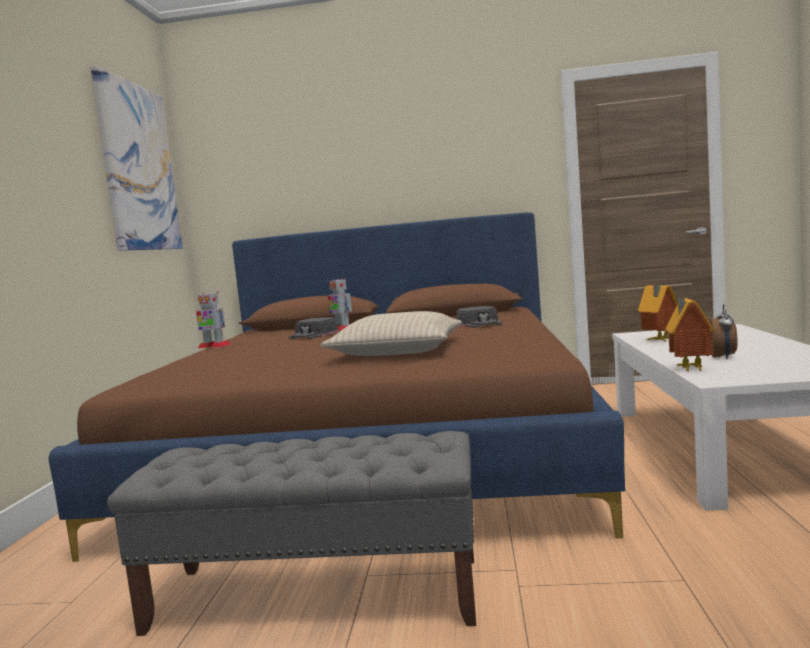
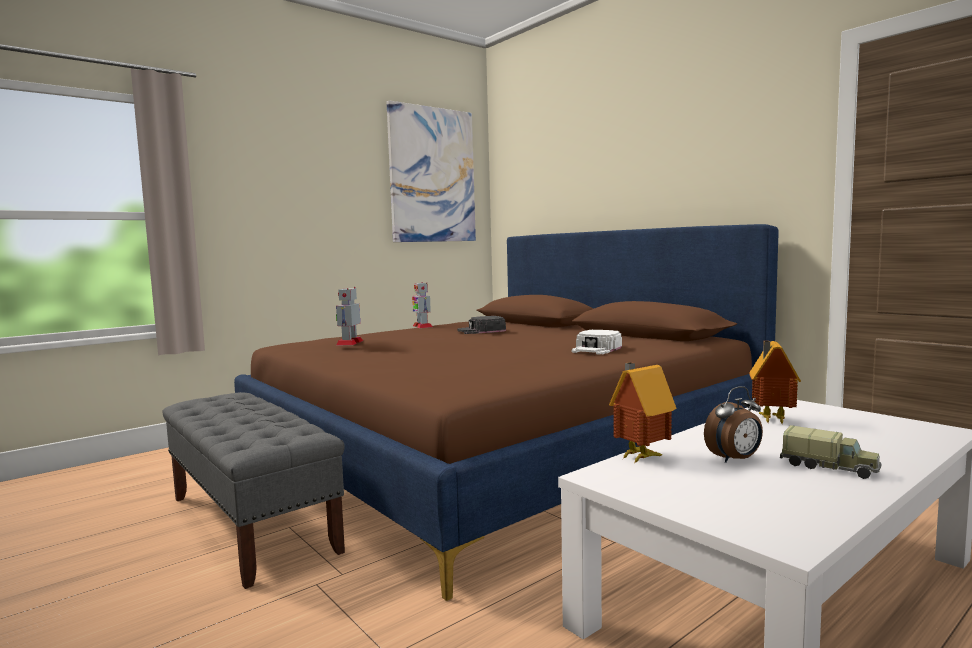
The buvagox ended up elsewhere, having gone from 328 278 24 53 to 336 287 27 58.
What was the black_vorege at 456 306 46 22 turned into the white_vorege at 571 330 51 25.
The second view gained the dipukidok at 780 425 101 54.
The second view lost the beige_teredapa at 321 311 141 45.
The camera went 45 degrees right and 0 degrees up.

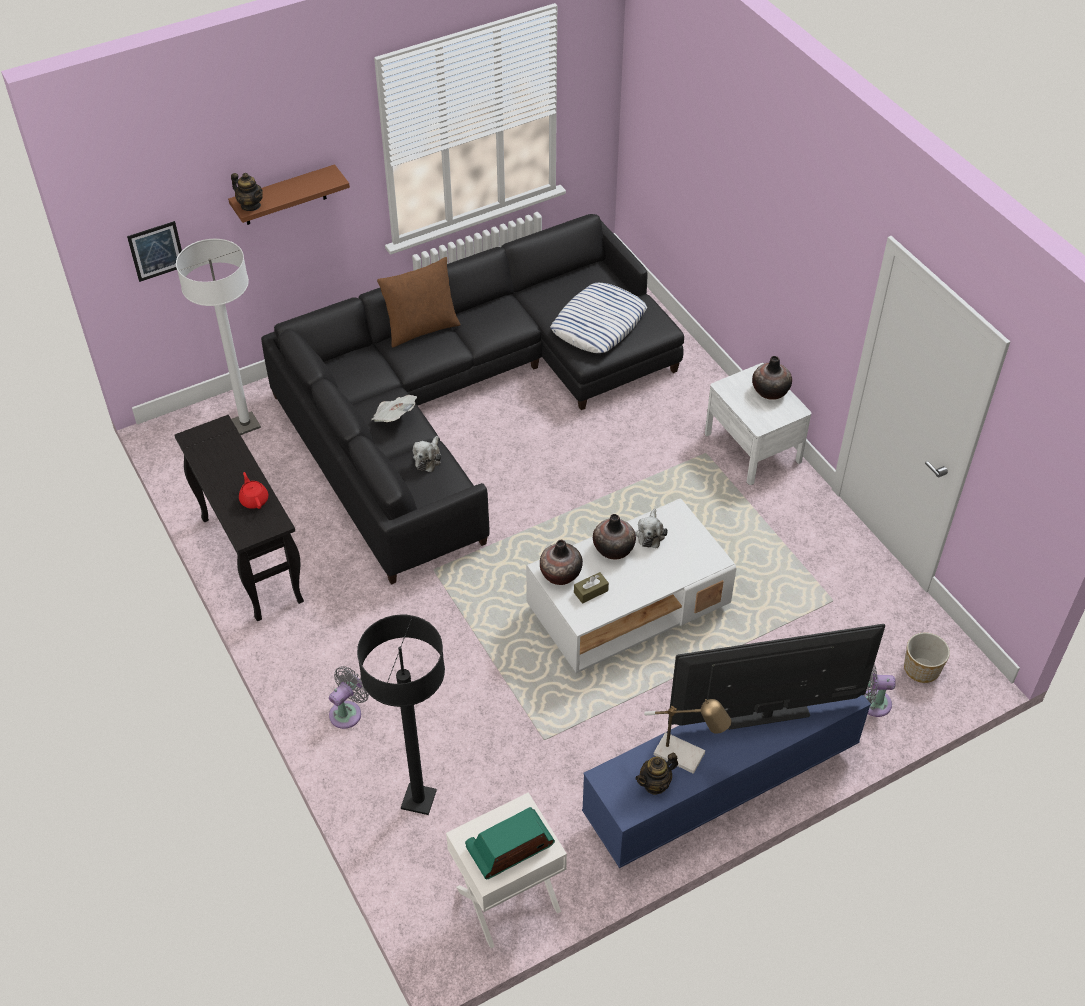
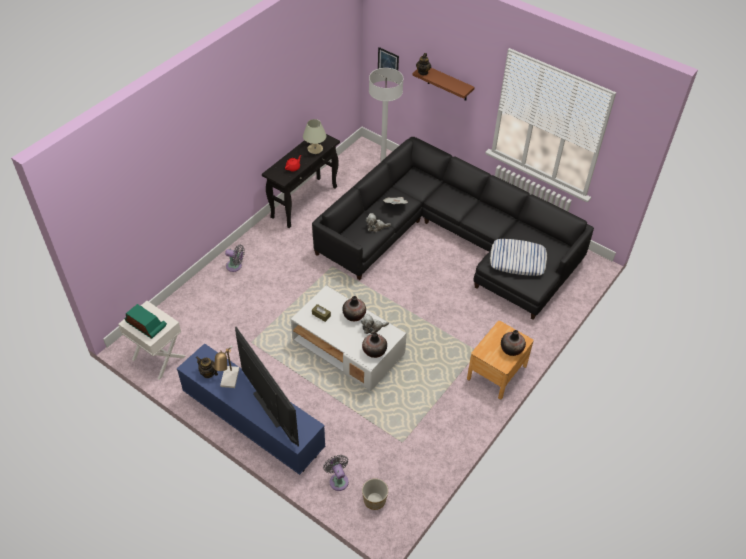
The second view gained the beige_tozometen at 303 119 24 35.
The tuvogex ended up elsewhere, having gone from 540 540 43 45 to 362 332 25 26.
What was the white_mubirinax at 705 363 106 122 turned into the brown_mubirinax at 467 321 67 78.
The second view lost the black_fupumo at 357 615 88 200.
The second view lost the brown_teredapa at 377 257 84 91.
The camera went 65 degrees right and 0 degrees up.

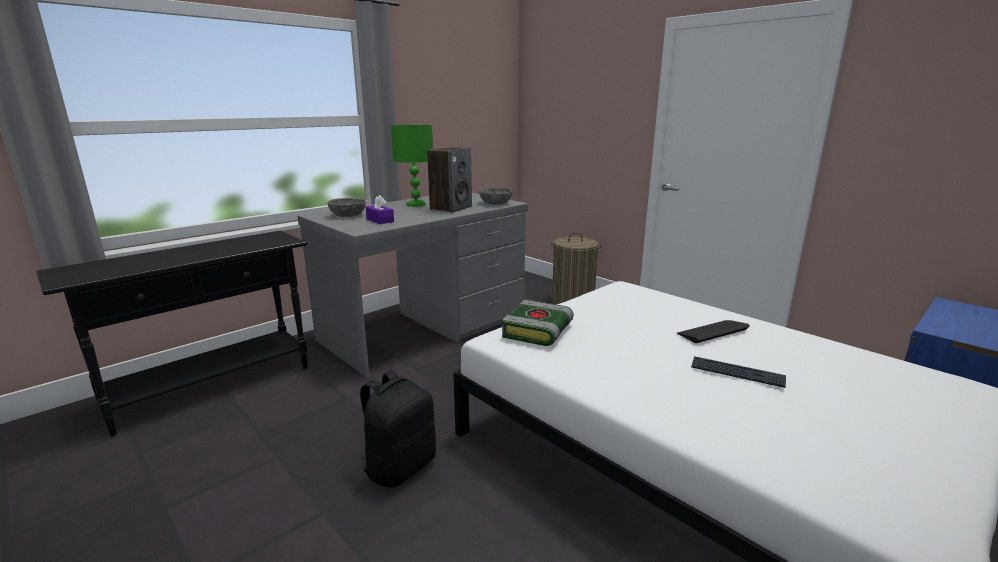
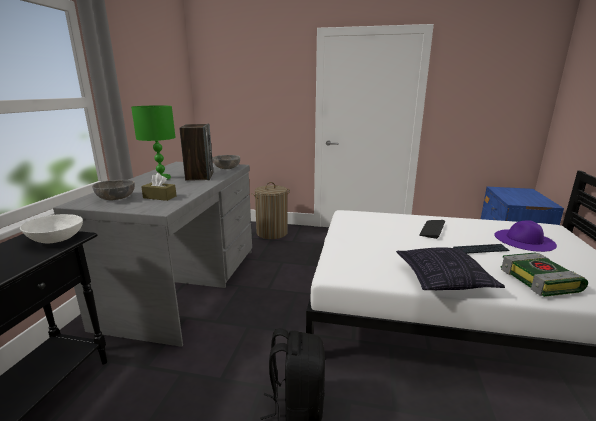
The second view gained the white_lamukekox at 20 214 63 29.
What was the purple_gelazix at 366 195 28 29 turned into the brown_gelazix at 141 173 36 28.
The second view gained the teredapa at 396 247 109 43.
The second view gained the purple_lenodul at 494 220 63 32.
The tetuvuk ended up elsewhere, having gone from 502 300 72 46 to 500 253 88 44.
The camera went 35 degrees left and 0 degrees up.

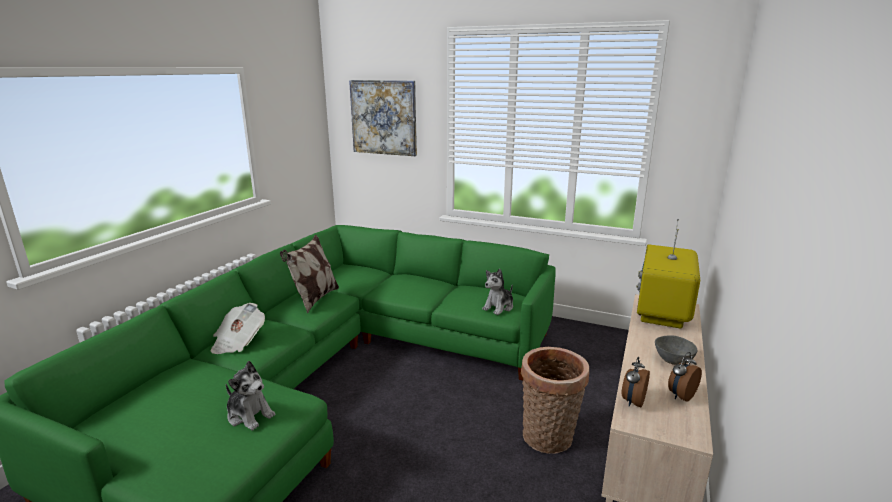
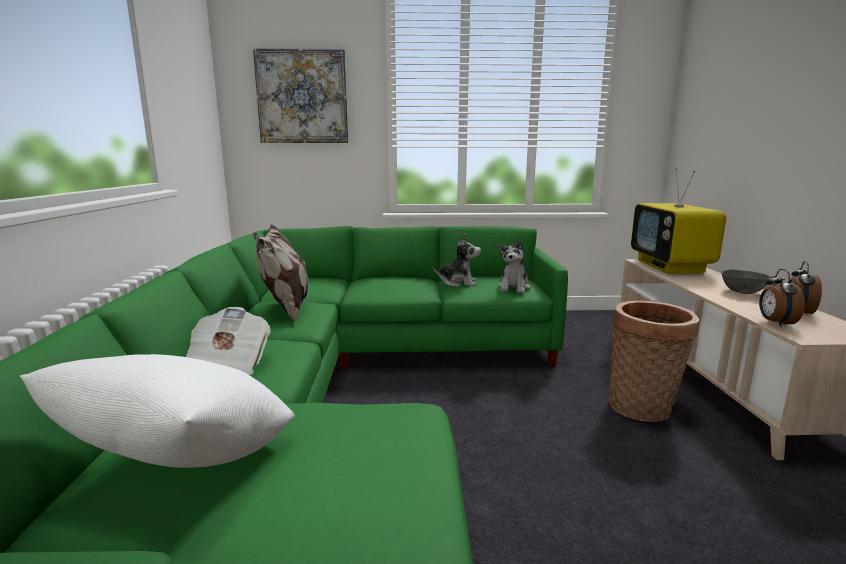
The second view gained the white_teredapa at 20 354 275 114.
The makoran ended up elsewhere, having gone from 226 361 50 69 to 433 234 48 53.
The camera went 25 degrees left and 5 degrees down.

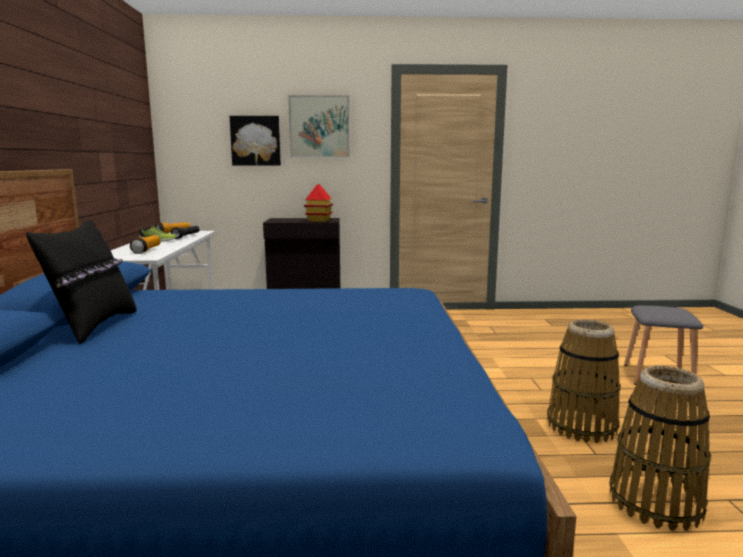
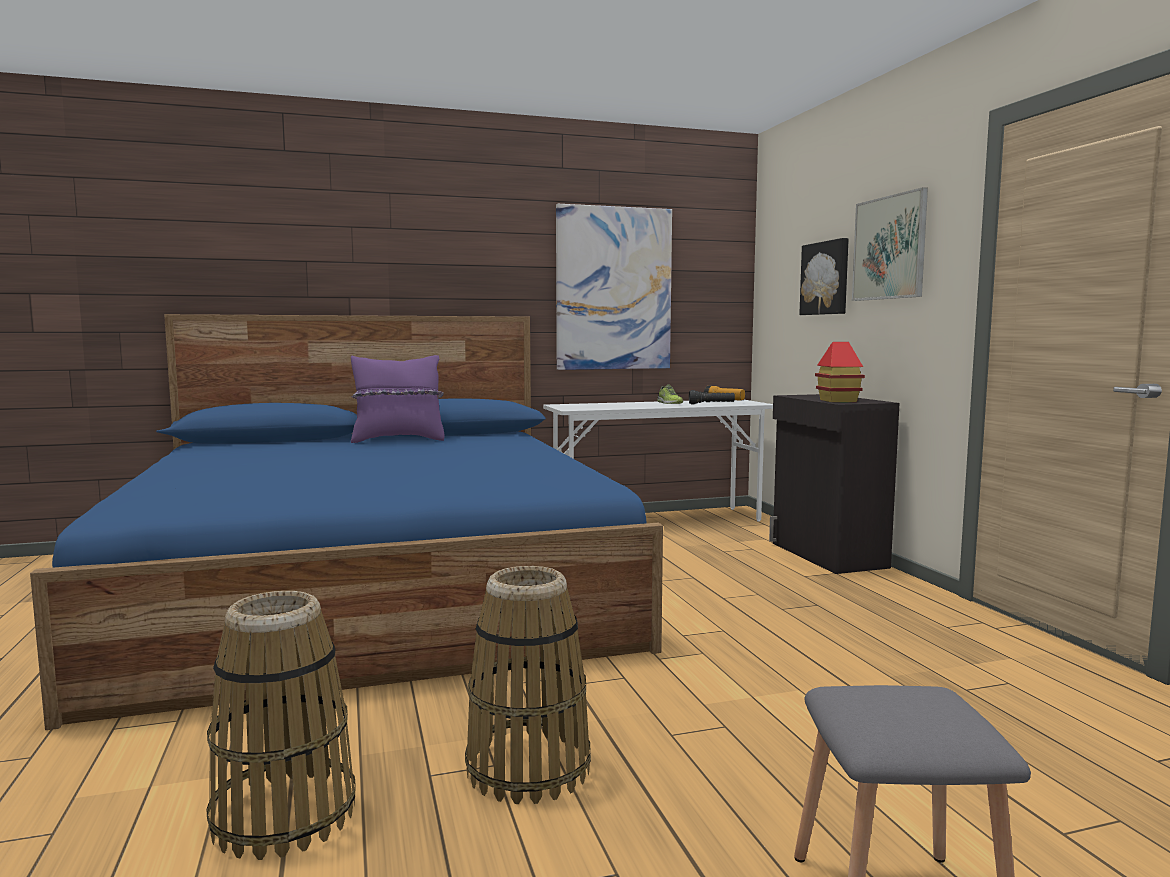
What was the black_teredapa at 26 220 111 125 turned into the purple_teredapa at 351 355 94 88.
The second view gained the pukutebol at 556 204 116 166.
The second view lost the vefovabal at 130 235 30 19.
The camera went 75 degrees right and 5 degrees down.

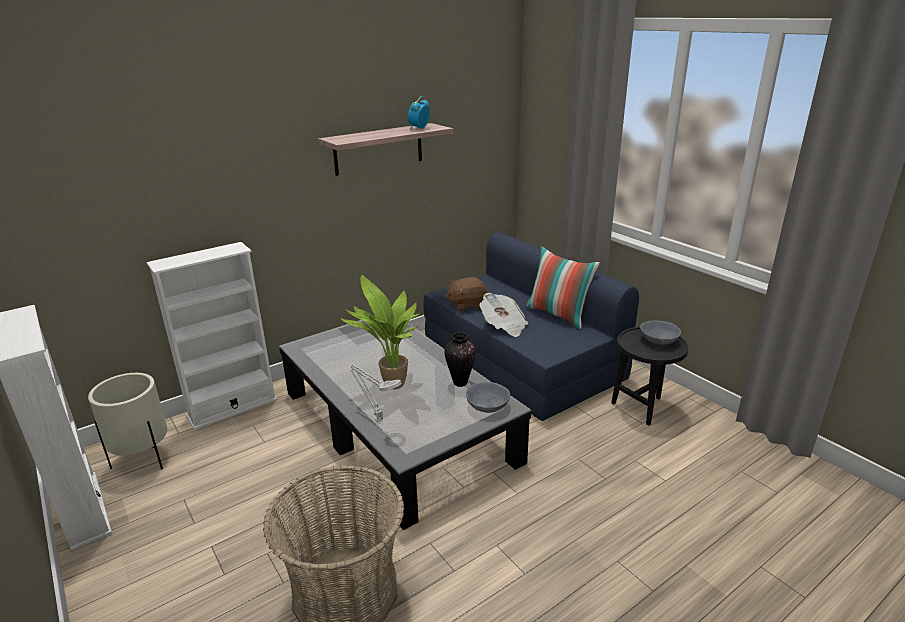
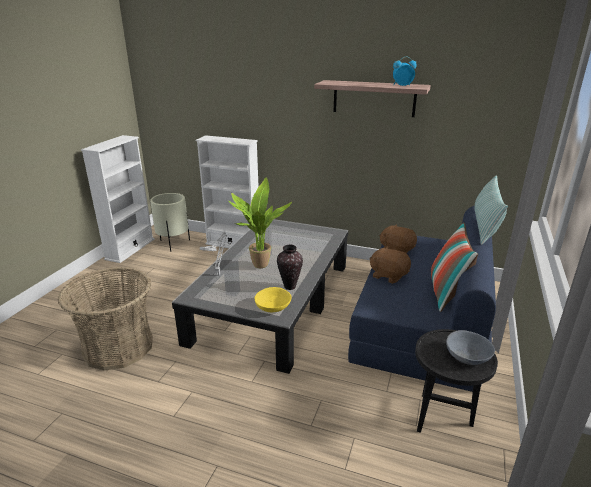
What was the grey_lamukekox at 466 382 44 31 turned into the yellow_lamukekox at 254 287 38 25.
Where the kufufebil stood at 480 293 48 44, the brown_makoran came to stand at 369 246 42 38.
The second view gained the teredapa at 474 176 34 69.
The camera went 55 degrees right and 0 degrees up.

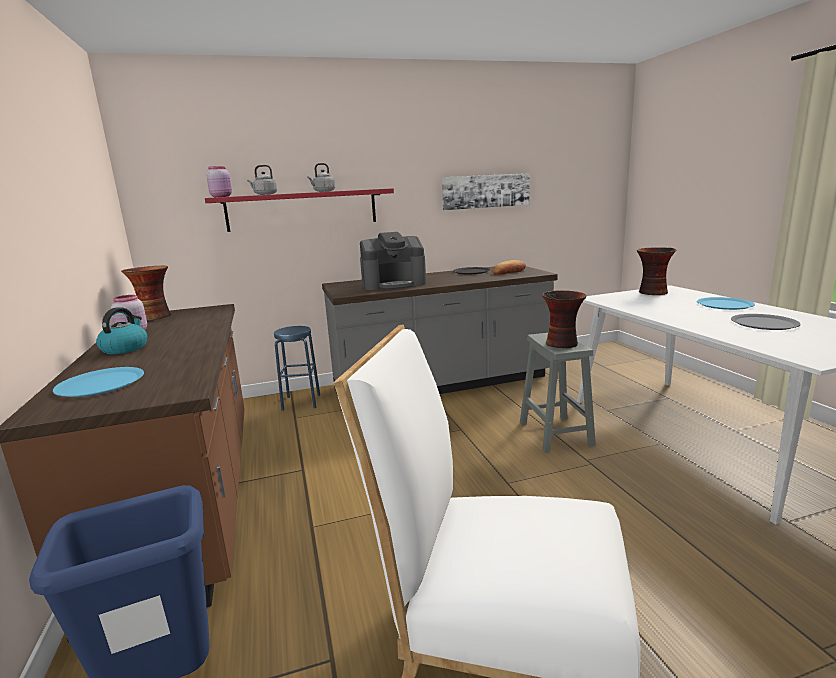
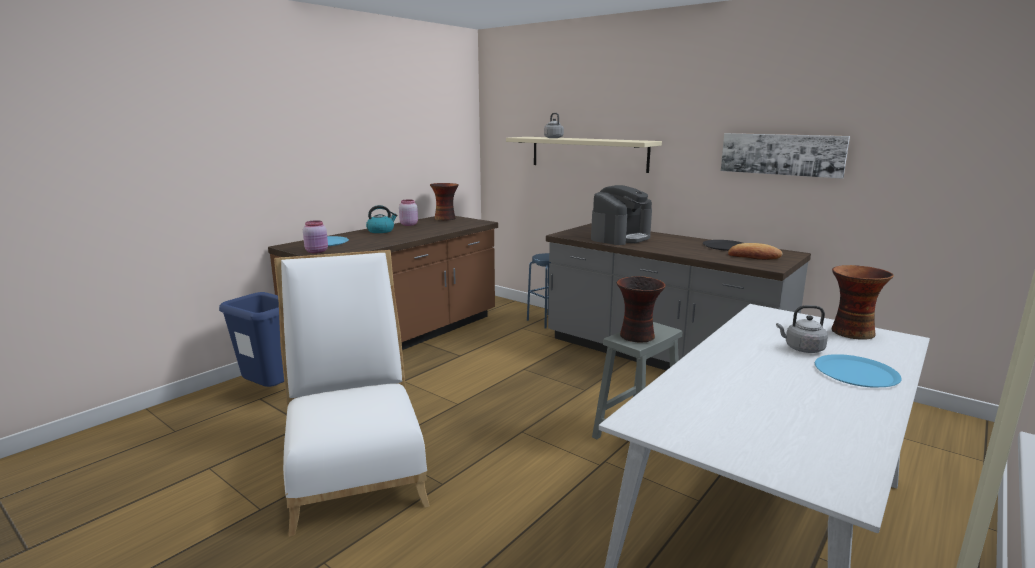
The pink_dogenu ended up elsewhere, having gone from 206 166 26 31 to 303 220 25 34.
What was the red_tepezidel at 205 188 189 44 turned into the beige_tepezidel at 506 137 156 36.
The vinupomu at 360 232 66 58 ended up facing another way, 90 degrees counterclockwise from before.
The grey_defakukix ended up elsewhere, having gone from 307 163 28 29 to 776 305 52 48.
The second view lost the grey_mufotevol at 731 314 70 16.
The camera went 55 degrees right and 0 degrees up.

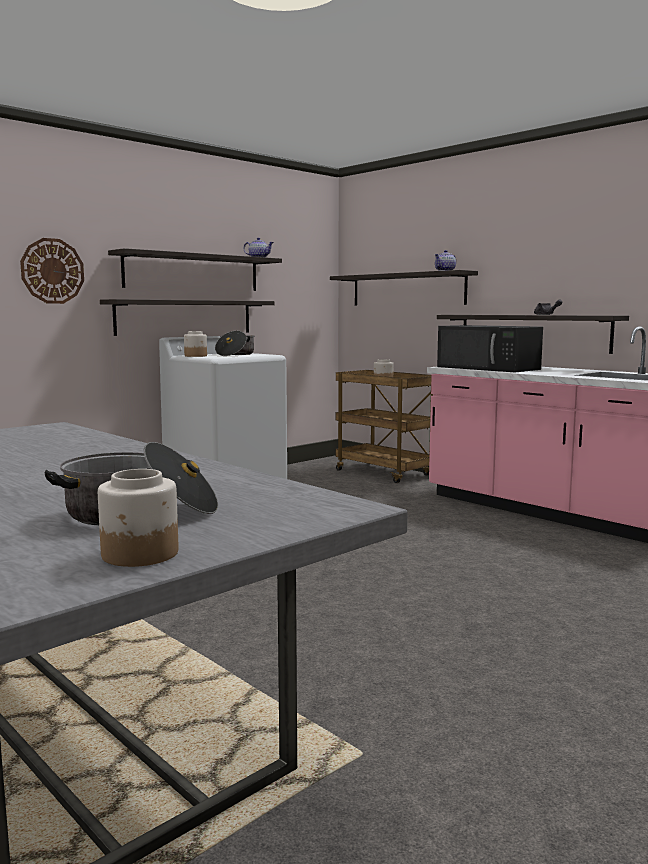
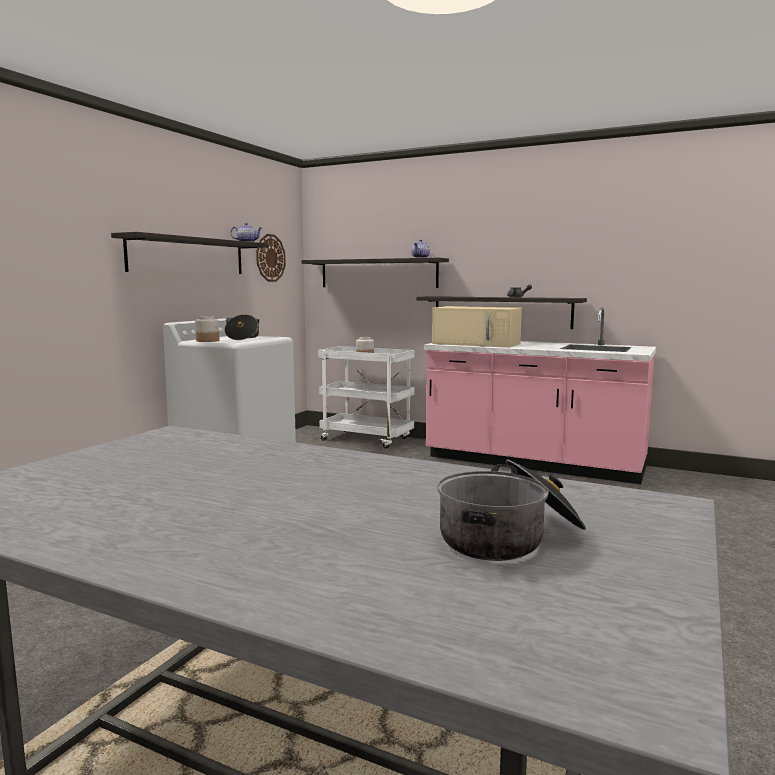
The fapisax ended up elsewhere, having gone from 20 238 64 66 to 256 234 30 48.
What was the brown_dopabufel at 335 370 98 113 turned into the white_dopabufel at 318 346 97 103.
What was the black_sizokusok at 437 325 106 47 turned into the beige_sizokusok at 432 306 90 42.
The second view lost the dogenu at 98 469 80 98.
The second view lost the tepezidel at 100 299 175 37.
The camera went 20 degrees left and 0 degrees up.

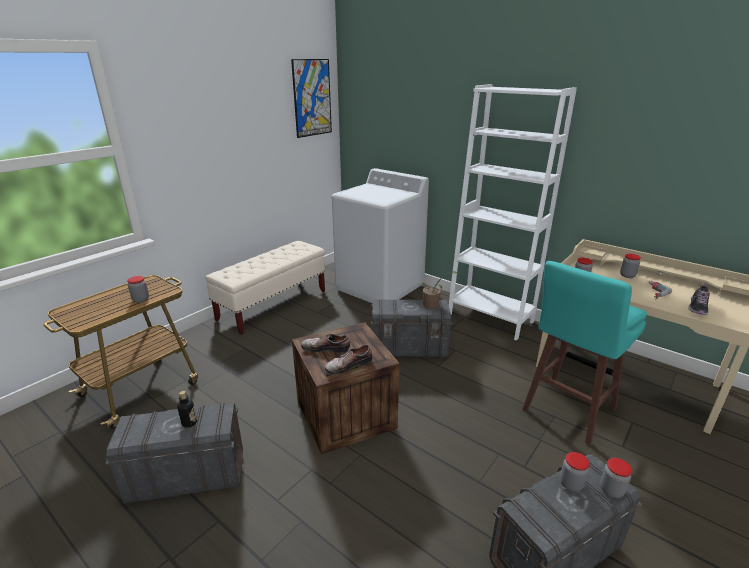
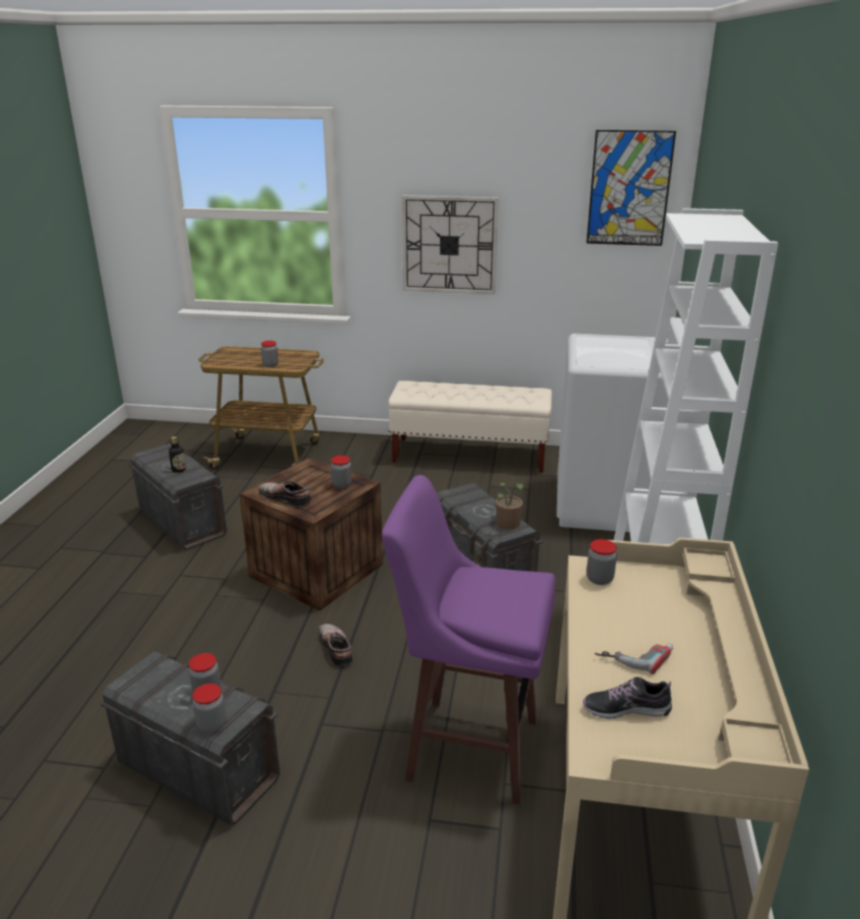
The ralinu ended up elsewhere, having gone from 301 334 49 19 to 318 624 35 42.
The dogenu ended up elsewhere, having gone from 620 254 21 24 to 331 455 21 34.
What was the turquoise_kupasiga at 523 261 124 184 turned into the purple_kupasiga at 382 475 174 330.
The second view gained the fapisax at 402 195 96 99.
The camera went 60 degrees right and 0 degrees up.

